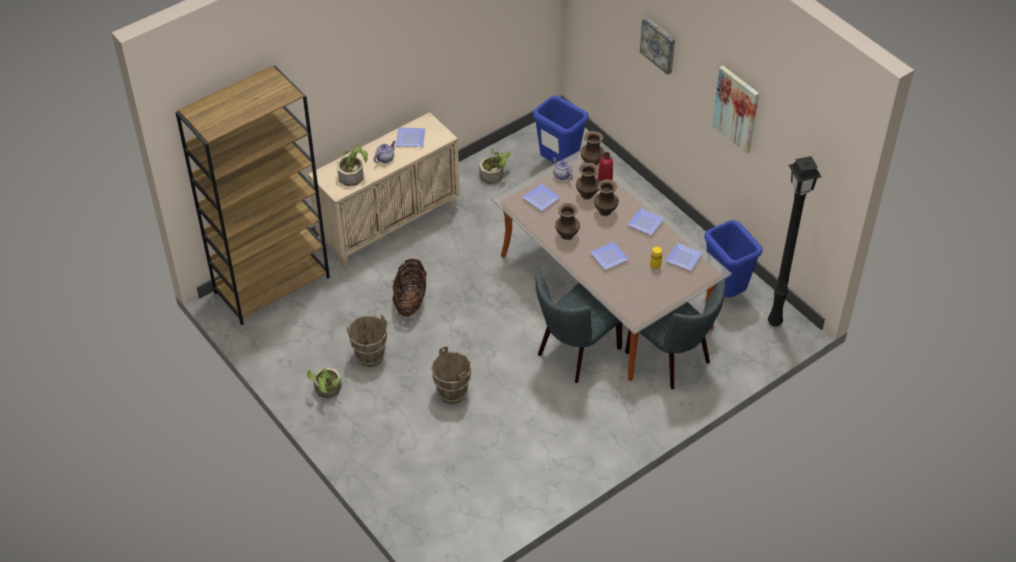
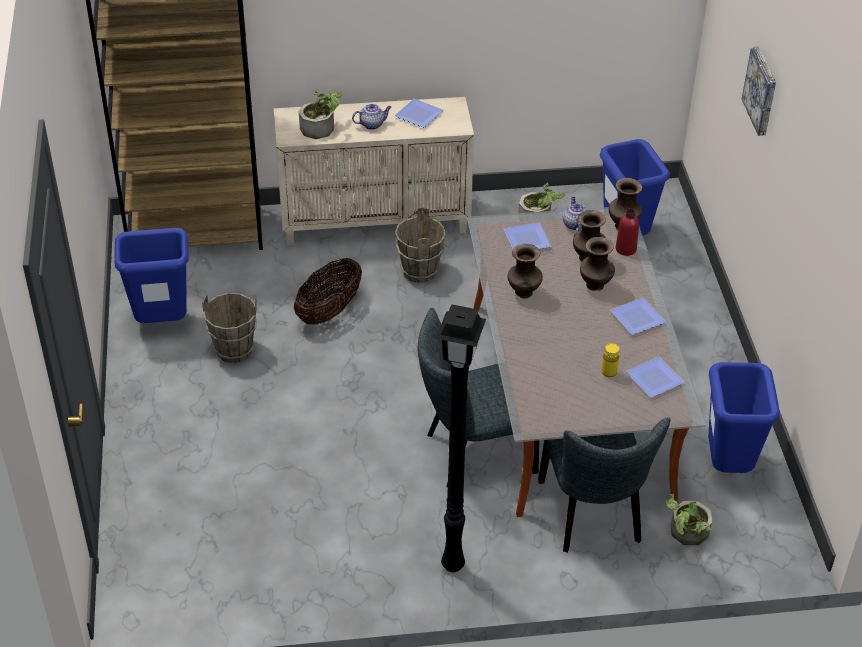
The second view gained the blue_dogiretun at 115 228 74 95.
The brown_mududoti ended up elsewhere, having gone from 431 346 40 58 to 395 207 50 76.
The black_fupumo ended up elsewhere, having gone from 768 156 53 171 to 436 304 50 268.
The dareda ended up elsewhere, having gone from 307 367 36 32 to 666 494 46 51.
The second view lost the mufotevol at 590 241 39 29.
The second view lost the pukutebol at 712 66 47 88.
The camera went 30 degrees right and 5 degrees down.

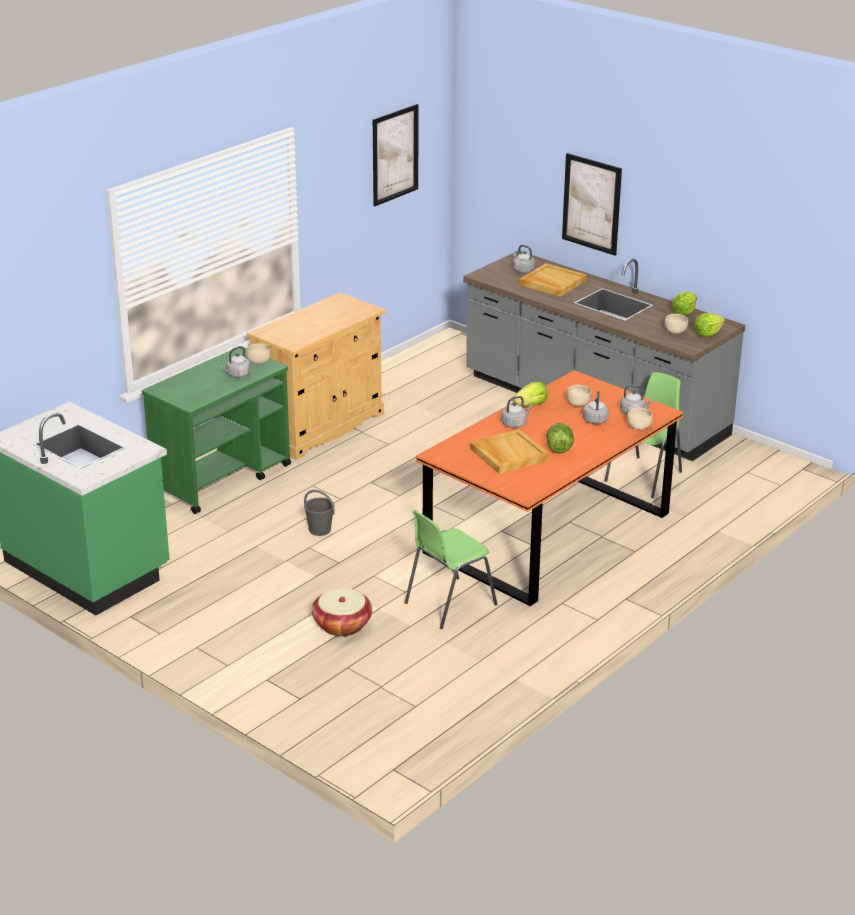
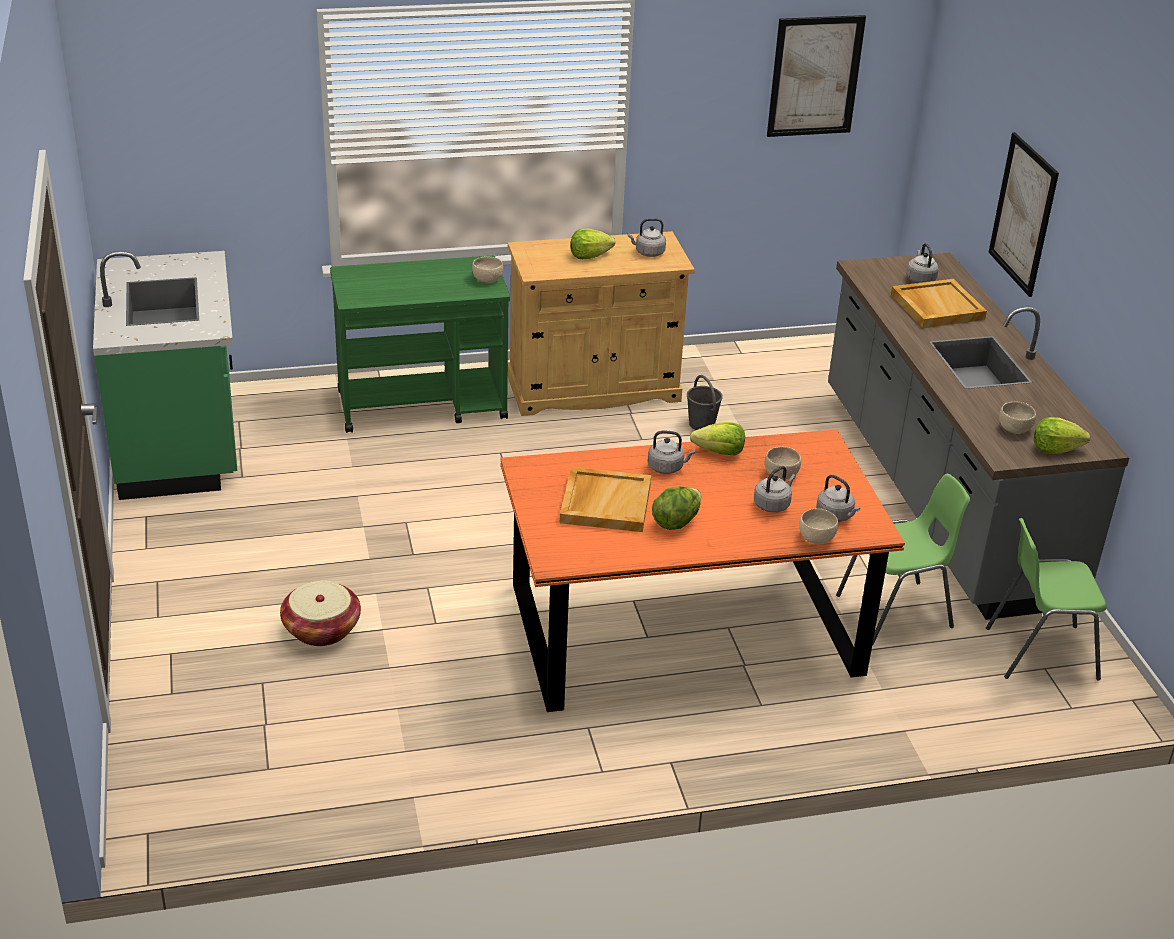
The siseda ended up elsewhere, having gone from 672 292 25 24 to 570 229 45 30.
The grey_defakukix ended up elsewhere, having gone from 221 346 30 32 to 628 218 38 39.
The grey_mududoti ended up elsewhere, having gone from 304 490 31 46 to 687 375 36 55.
The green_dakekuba ended up elsewhere, having gone from 405 510 92 119 to 986 518 121 162.
The camera went 35 degrees right and 5 degrees up.

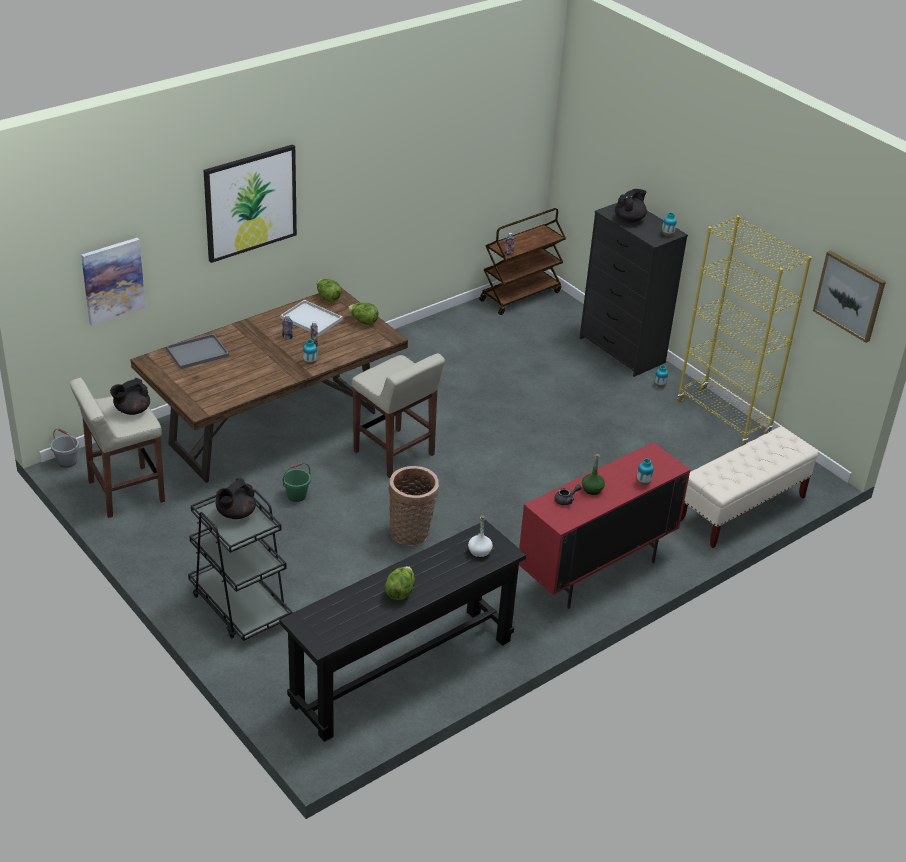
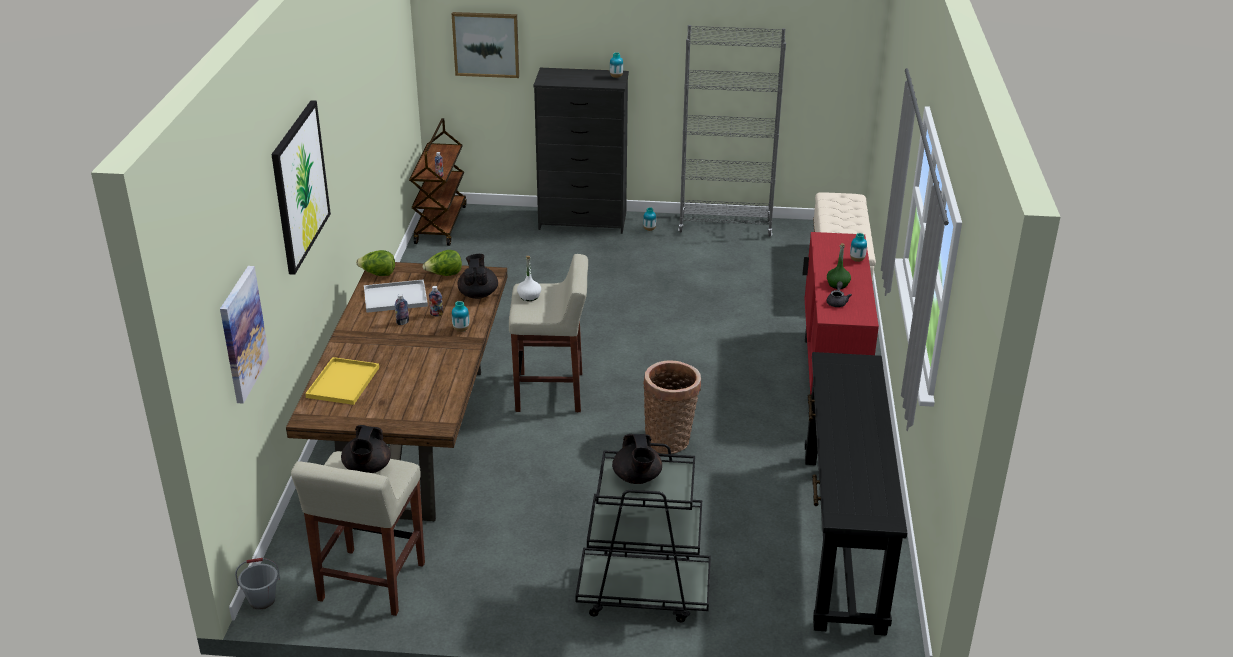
What was the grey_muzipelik at 166 334 63 35 turned into the yellow_muzipelik at 305 357 74 48.
The pukutebol ended up elsewhere, having gone from 813 251 73 92 to 452 12 67 66.
The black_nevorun ended up elsewhere, having gone from 615 189 32 34 to 458 254 40 45.
The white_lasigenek ended up elsewhere, having gone from 468 515 25 43 to 517 256 24 45.
What was the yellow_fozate at 677 215 135 231 turned into the grey_fozate at 678 25 108 212.
The second view lost the green_mududoti at 283 463 28 39.
The second view lost the siseda at 385 566 30 34.
The camera went 45 degrees left and 5 degrees down.

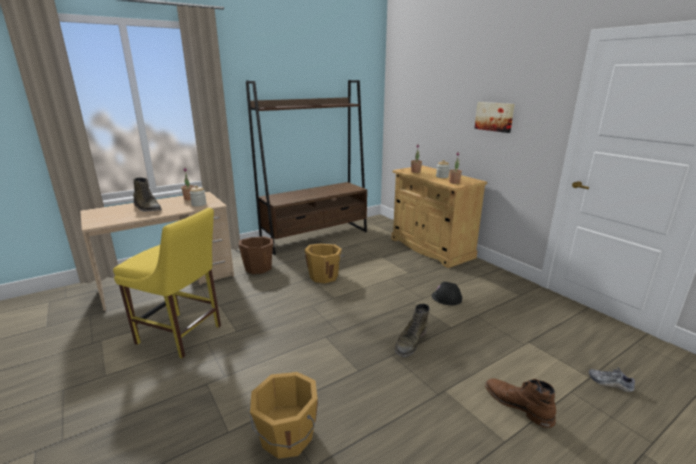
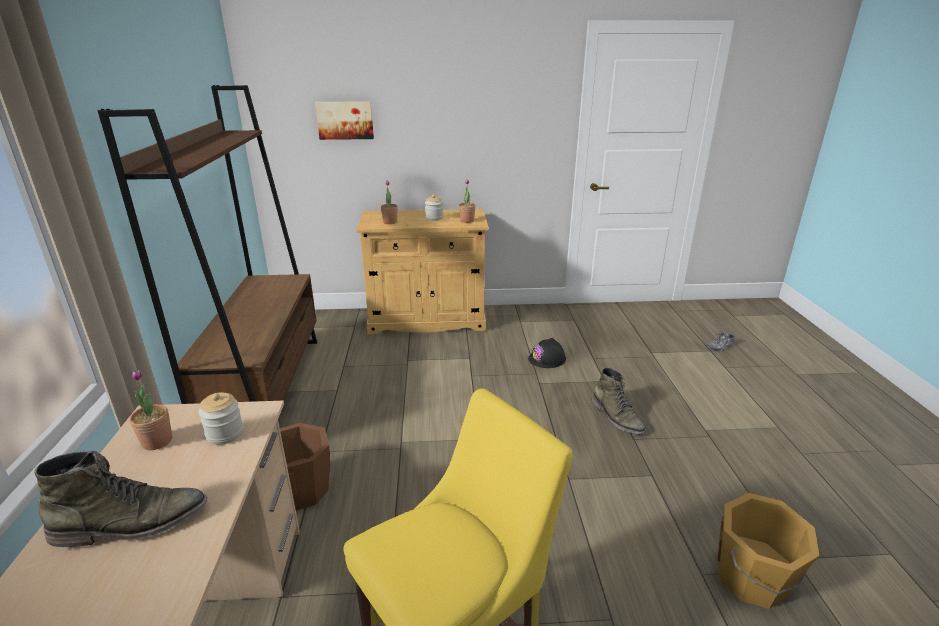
The pukutebol ended up elsewhere, having gone from 474 102 41 31 to 315 101 59 39.
The second view lost the orange_mududoti at 303 244 42 39.
The second view lost the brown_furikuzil at 485 378 71 50.
The camera went 60 degrees left and 5 degrees up.

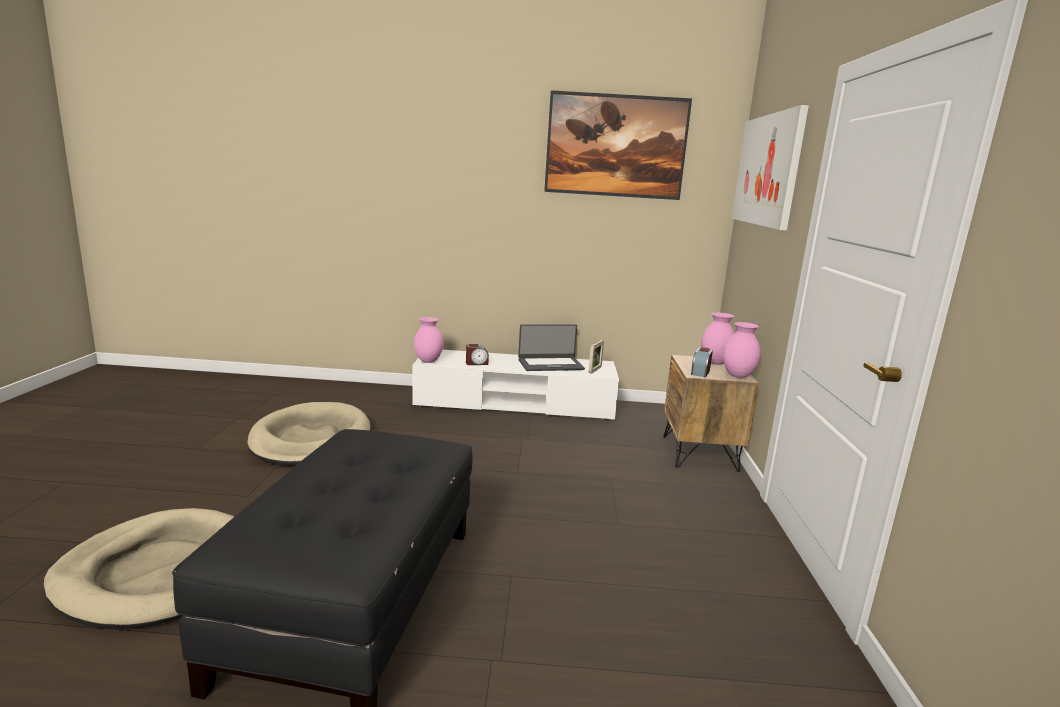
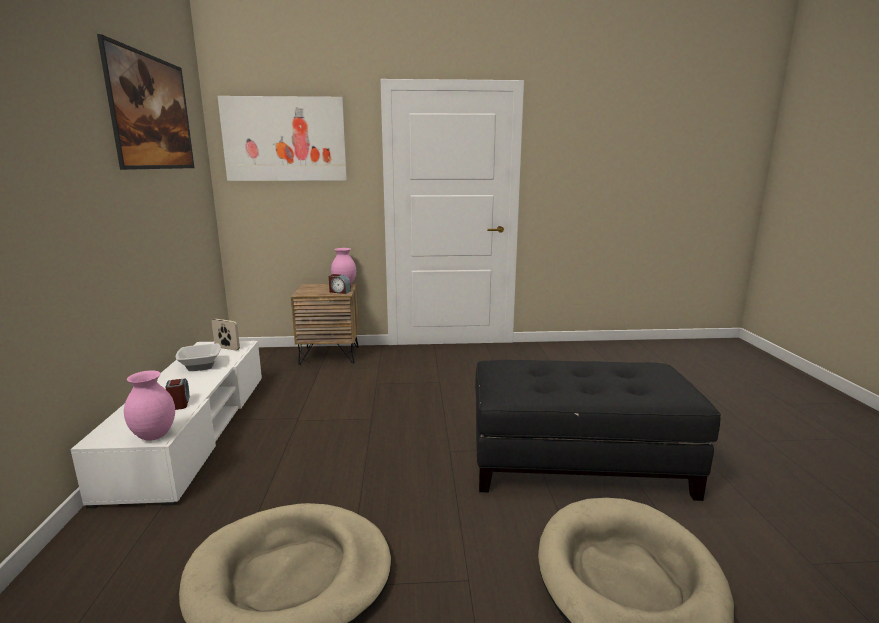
Where the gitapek stood at 518 324 67 47, the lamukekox came to stand at 176 344 45 27.
The second view lost the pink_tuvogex at 701 312 34 53.
The camera went 95 degrees left and 0 degrees up.

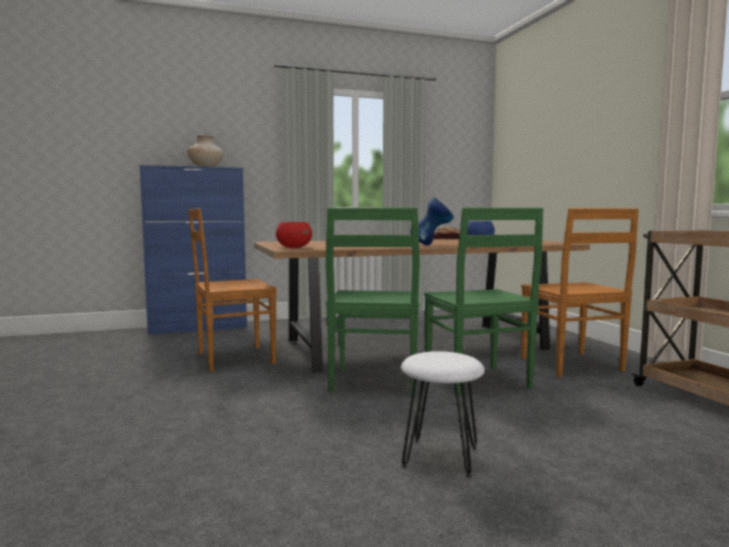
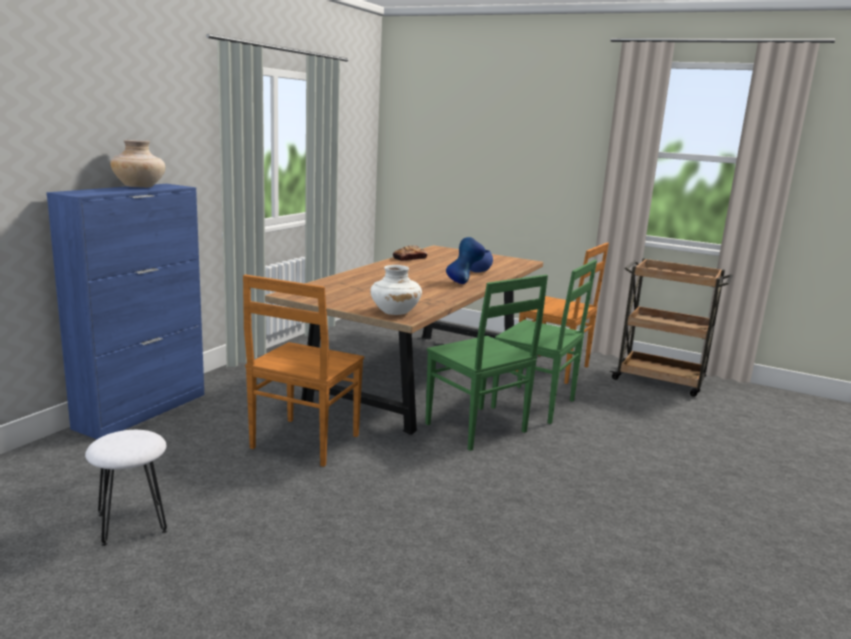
The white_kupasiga ended up elsewhere, having gone from 401 351 84 127 to 85 430 82 116.
Where the red_lamukekox stood at 276 222 36 26, the white_tuvogex came to stand at 370 265 52 50.
The camera went 45 degrees left and 10 degrees up.

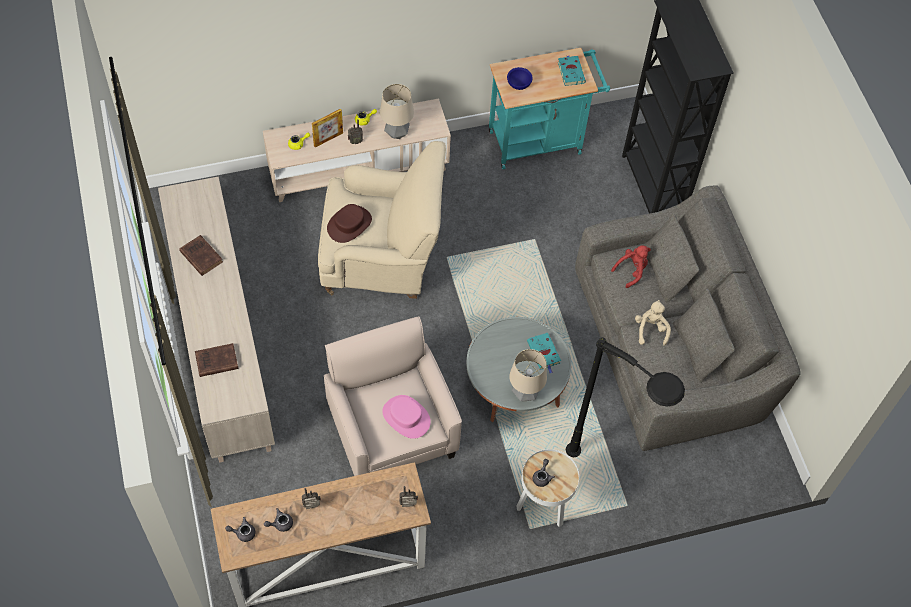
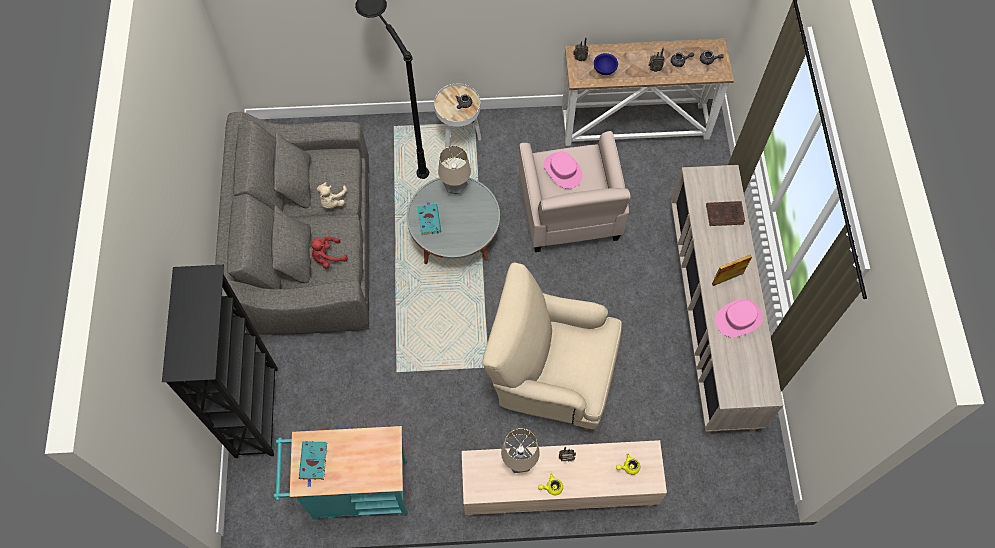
The blue_lamukekox ended up elsewhere, having gone from 507 67 26 23 to 594 53 24 22.
The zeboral ended up elsewhere, having gone from 312 109 31 39 to 712 255 40 31.
Where the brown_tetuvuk stood at 179 235 44 41, the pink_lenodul came to stand at 715 299 48 38.
The second view lost the brown_lenodul at 327 204 45 39.
The camera went 165 degrees left and 5 degrees up.

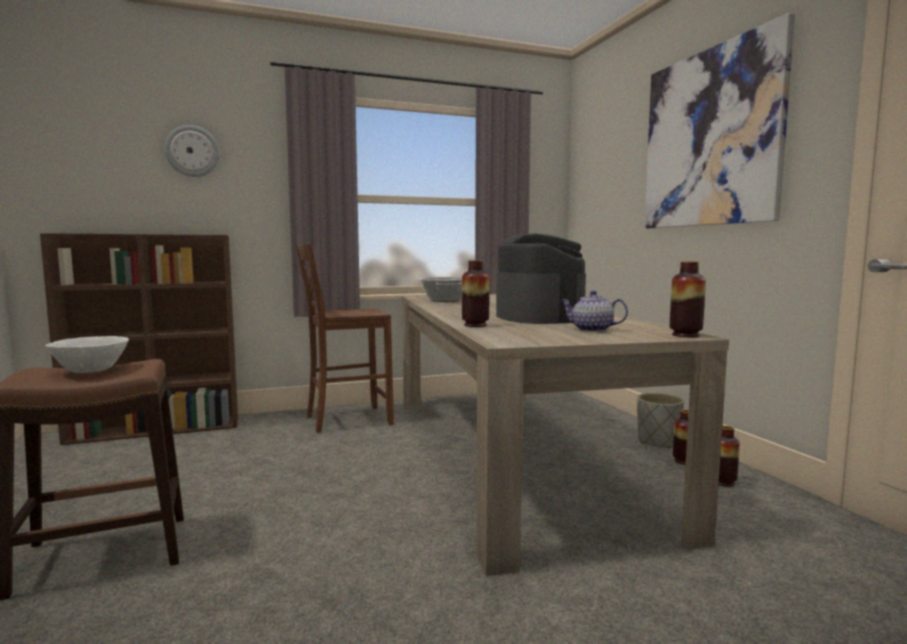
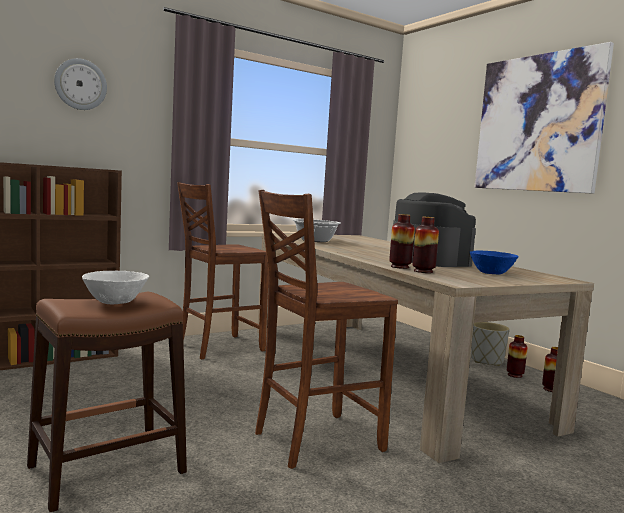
The second view gained the brown_dakekuba at 255 190 143 279.
The tuvogex ended up elsewhere, having gone from 670 261 36 76 to 412 217 27 56.
Where the nevorun stood at 560 291 68 41, the blue_lamukekox came to stand at 470 250 49 25.
The camera went 15 degrees left and 0 degrees up.

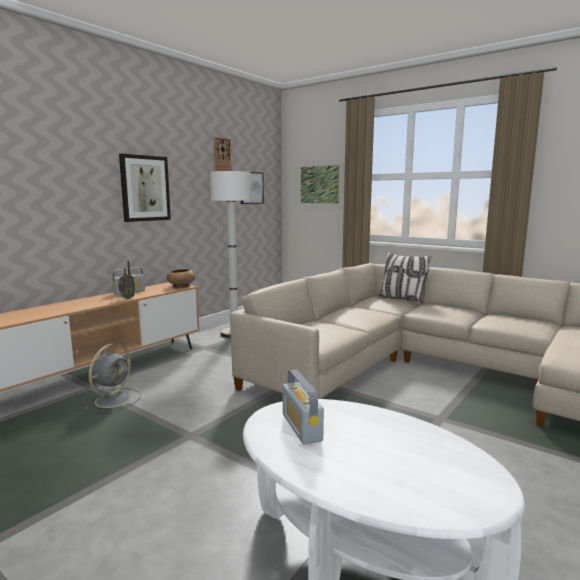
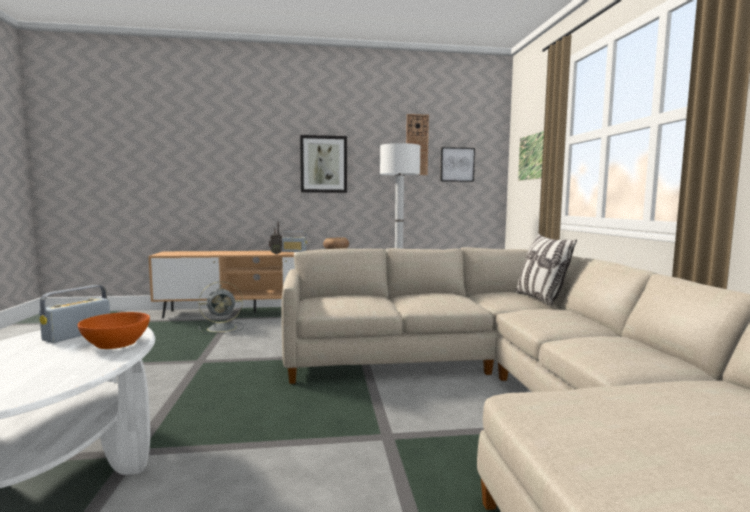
The second view gained the orange_lamukekox at 78 312 72 37.
The camera went 45 degrees right and 5 degrees down.

